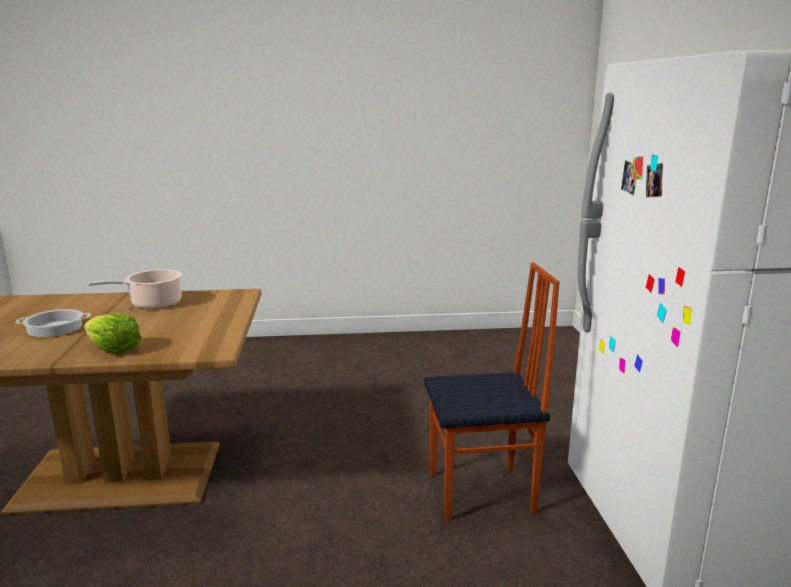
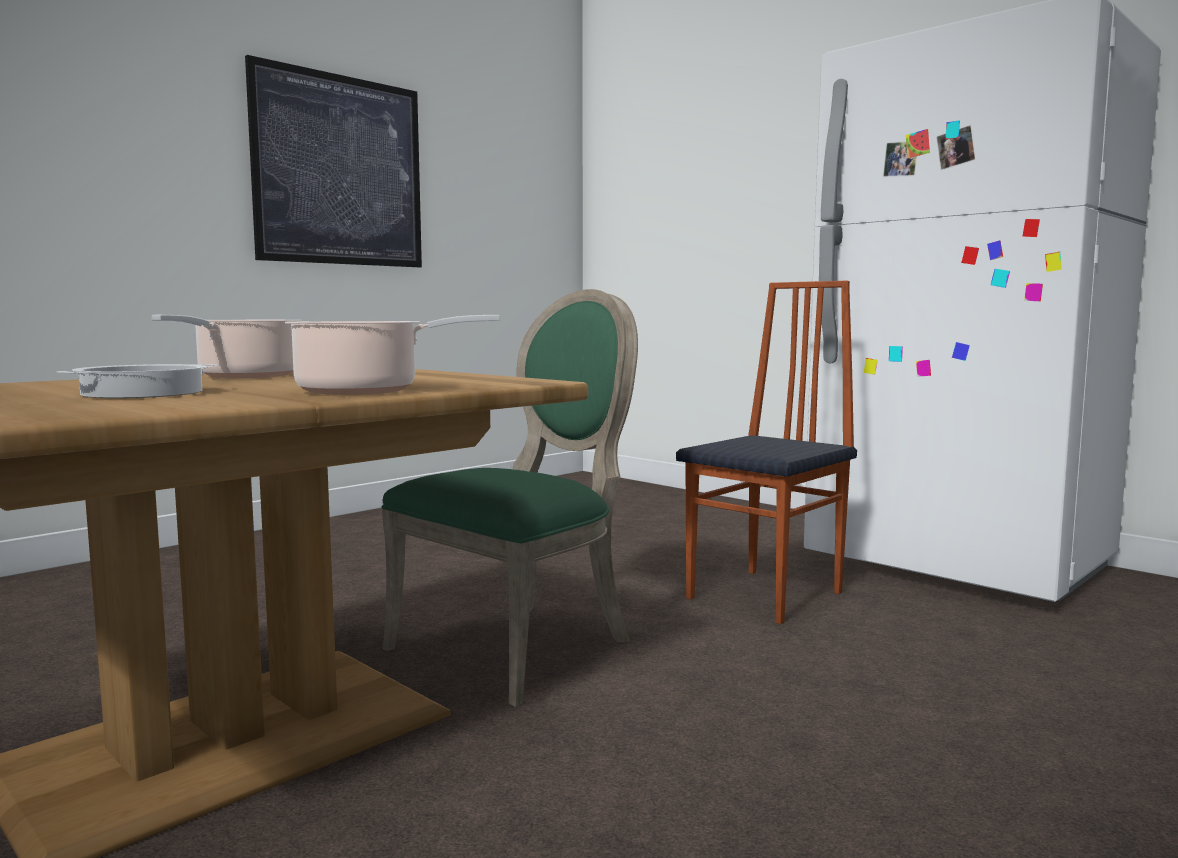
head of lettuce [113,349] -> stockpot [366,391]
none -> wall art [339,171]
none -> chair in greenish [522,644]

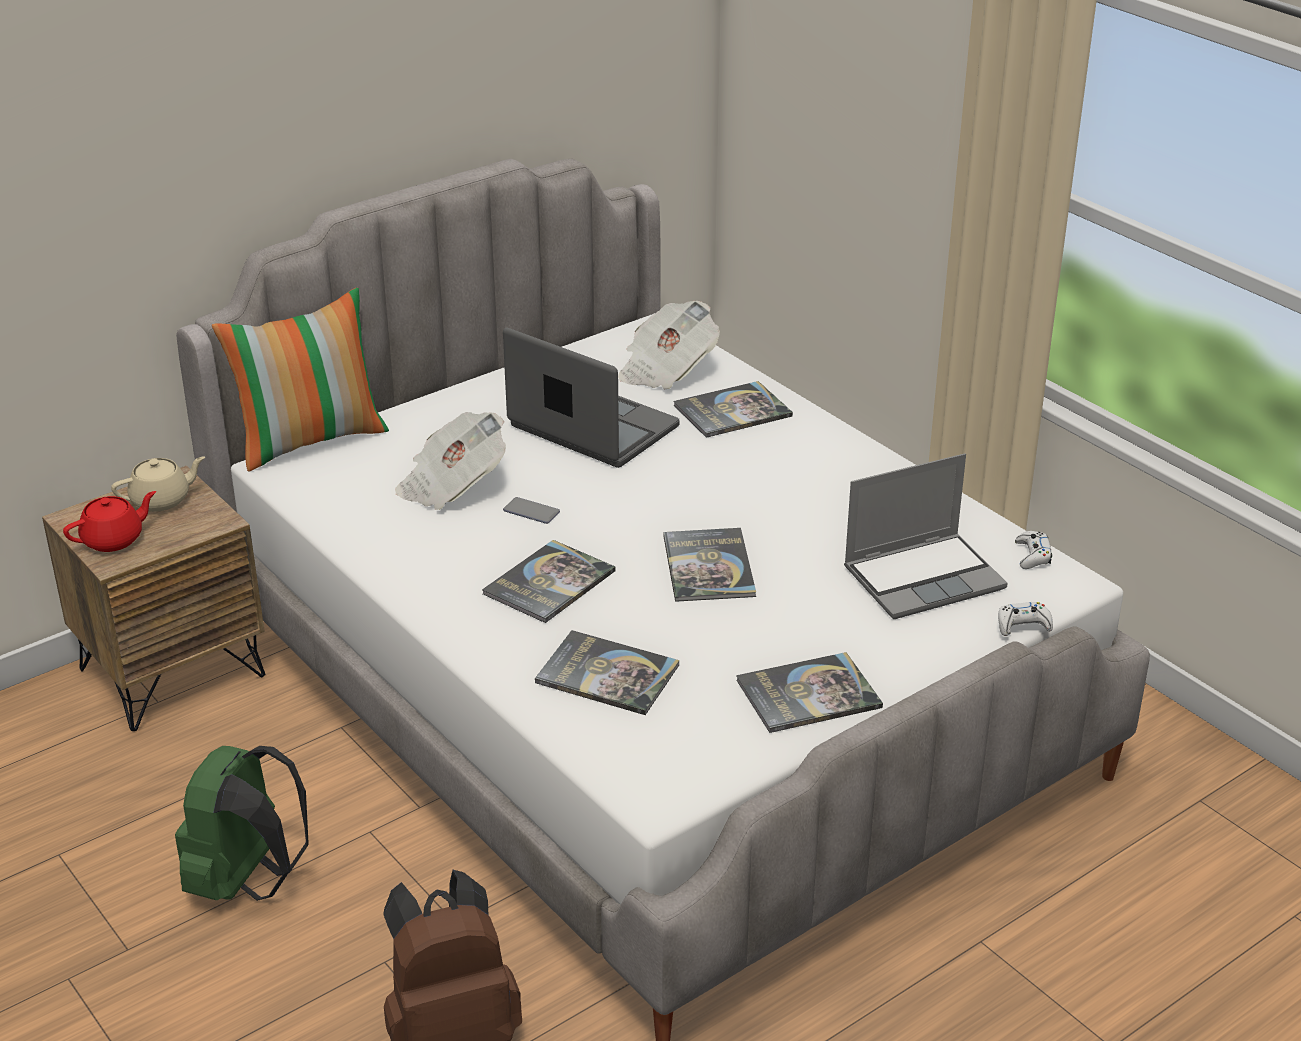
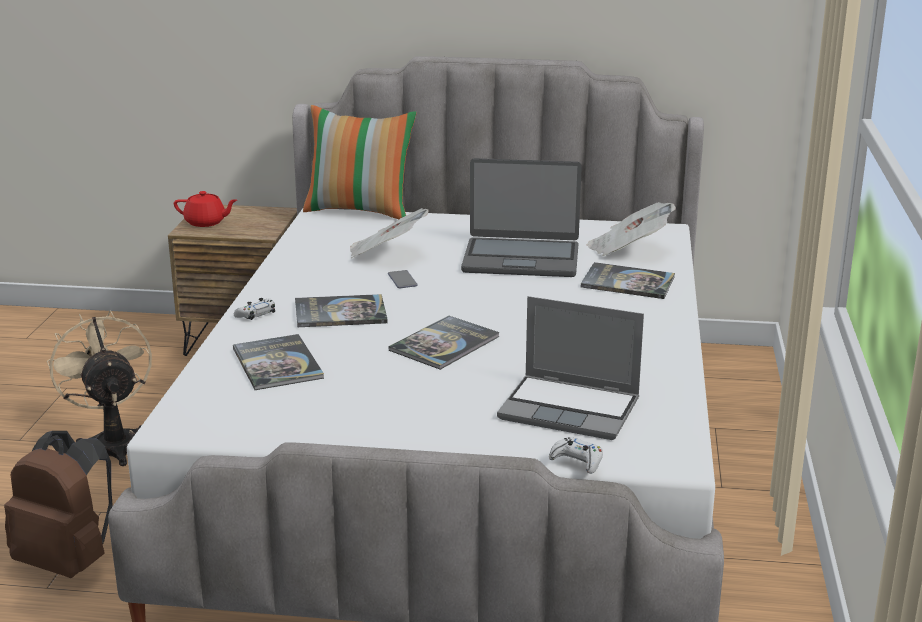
notebook computer [592,428] -> notebook computer [521,259], 105 degrees clockwise
tea pot in beige [162,500] -> none
game controller in white-coloured [1032,555] -> game controller in white-coloured [256,314], moved
volume [808,694] -> none
knapsack in greenish [247,881] -> cooling fan in beige [112,441]

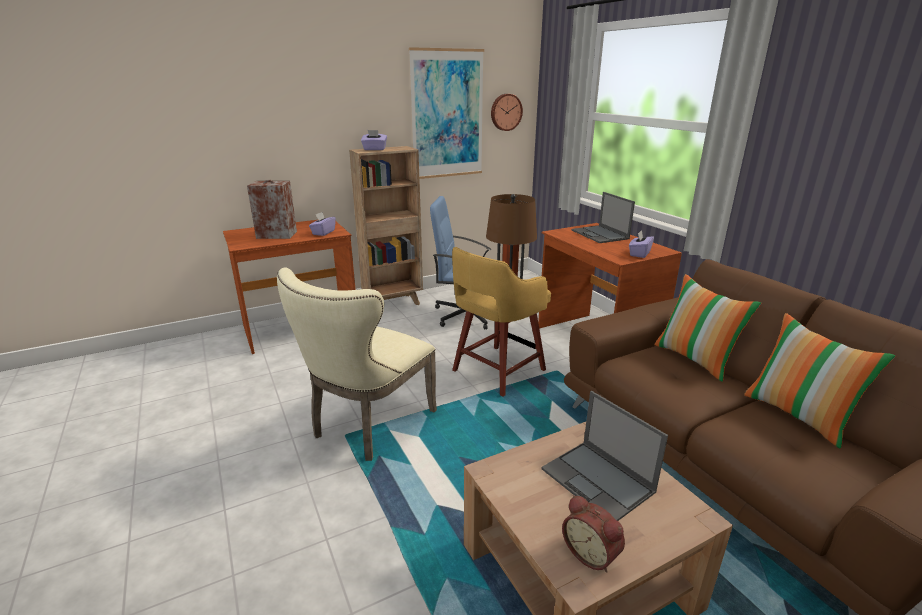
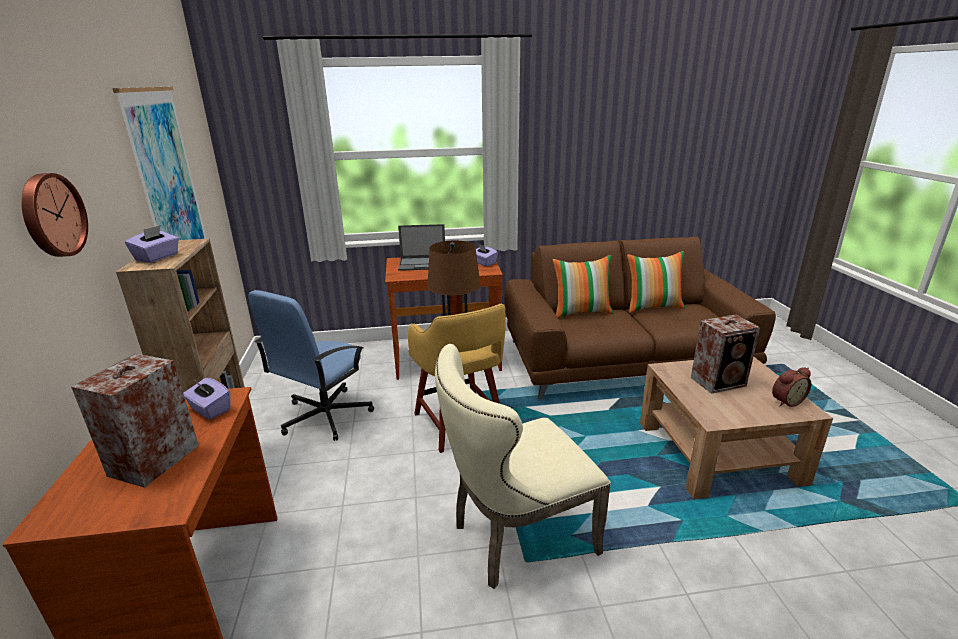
hanging clock [505,112] -> hanging clock [51,215], moved
chair in beige [368,426] -> chair in beige [515,538], 105 degrees clockwise
notebook computer [598,481] -> speaker [720,382]

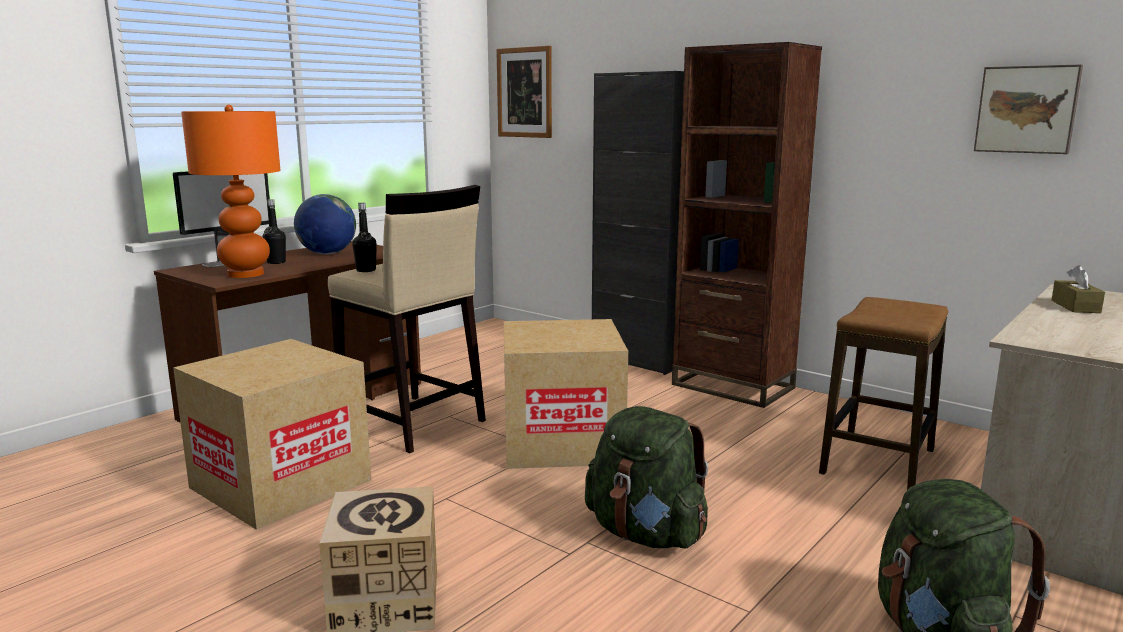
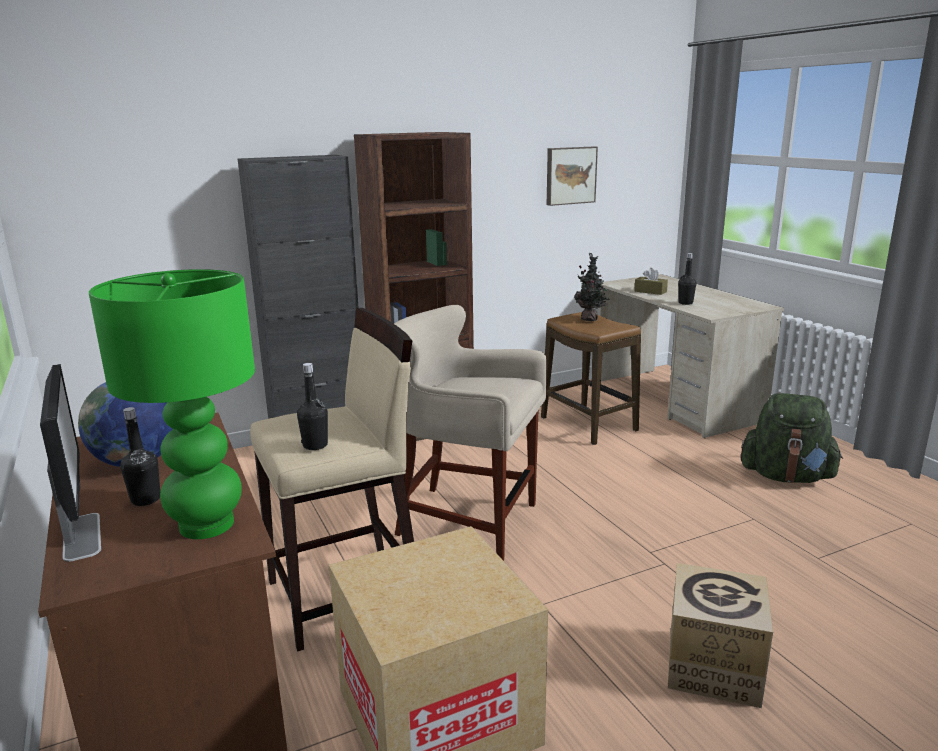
wall art [524,92] -> none
table lamp in orange-coloured [246,274] -> table lamp in greenish [208,525]
carton [561,442] -> stool in beige [468,522]
knapsack in greenish [646,534] -> none
none -> potted plant [591,320]
none -> bottle in black [685,303]

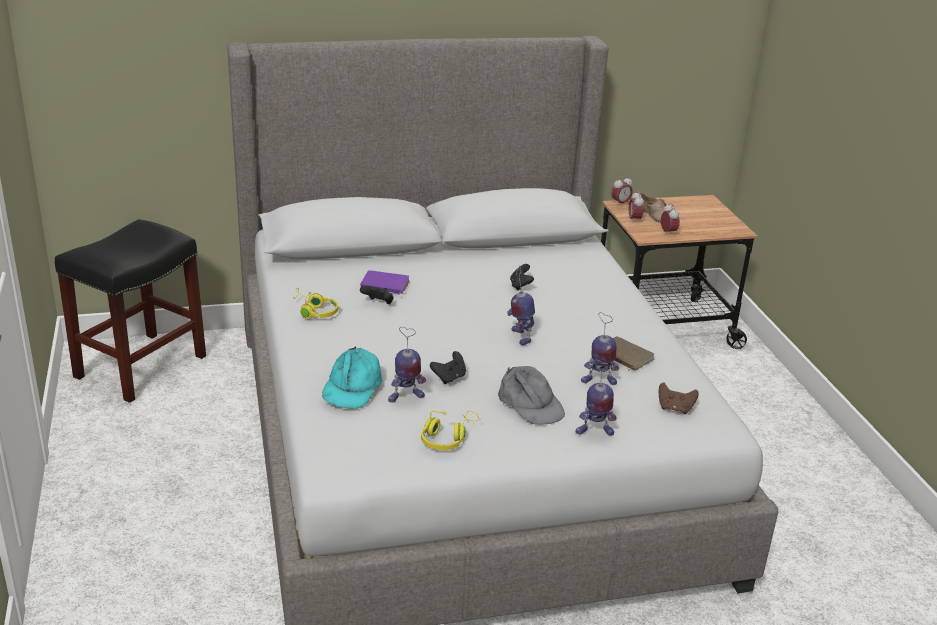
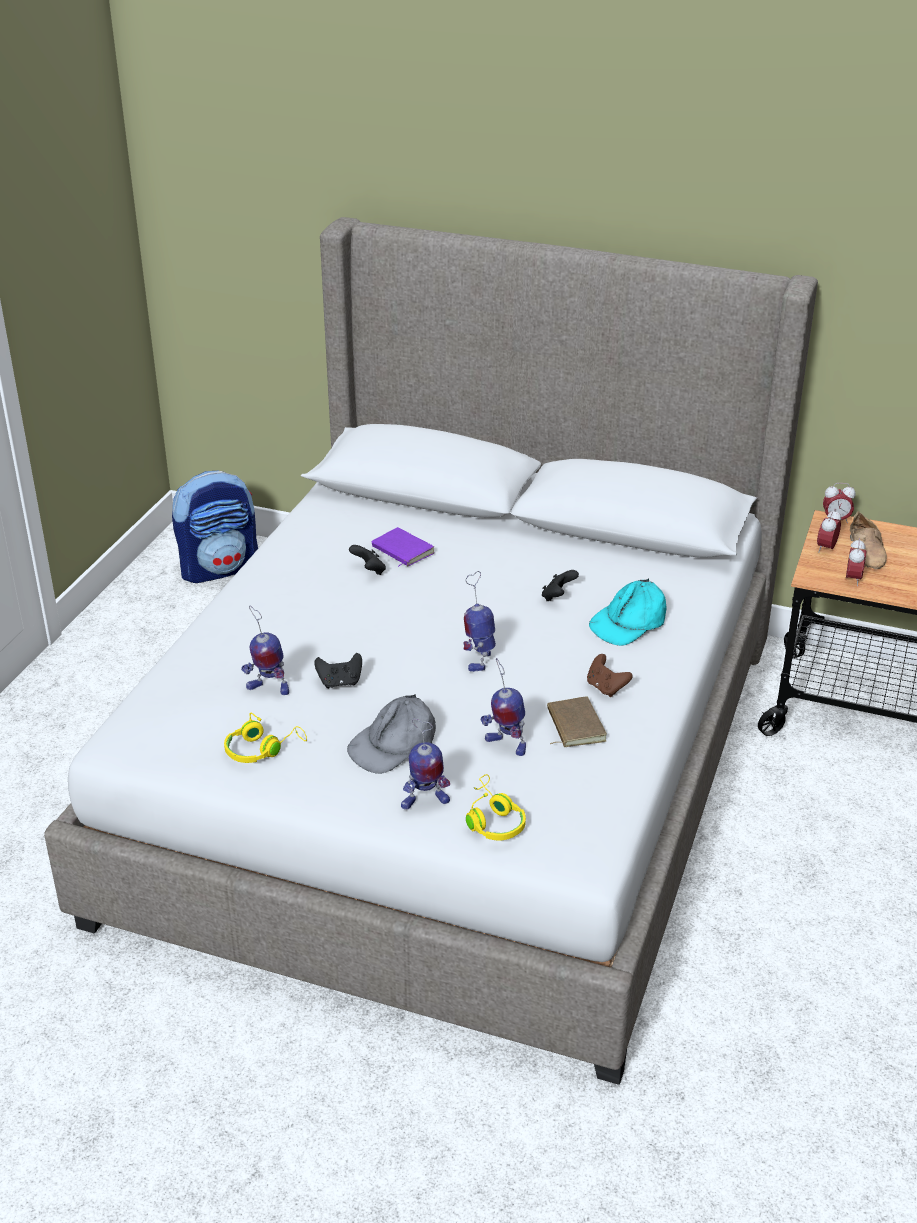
stool in black [141,366] -> knapsack [220,568]
pair of headphones in yellow [314,311] -> pair of headphones in yellow [492,820], moved
peaked cap in turquoise-coloured [353,387] -> peaked cap in turquoise-coloured [629,622], moved
toy robot [594,432] -> toy robot [424,802], 45 degrees counterclockwise
peaked cap in greyish [530,404] -> peaked cap in greyish [394,744], 45 degrees clockwise
game controller in brownish [675,408] -> game controller in brownish [606,688], moved

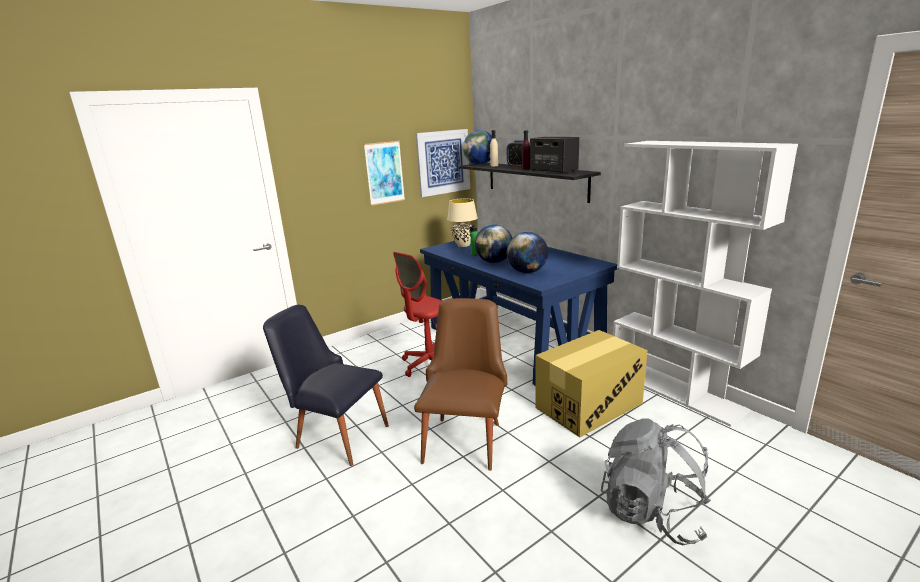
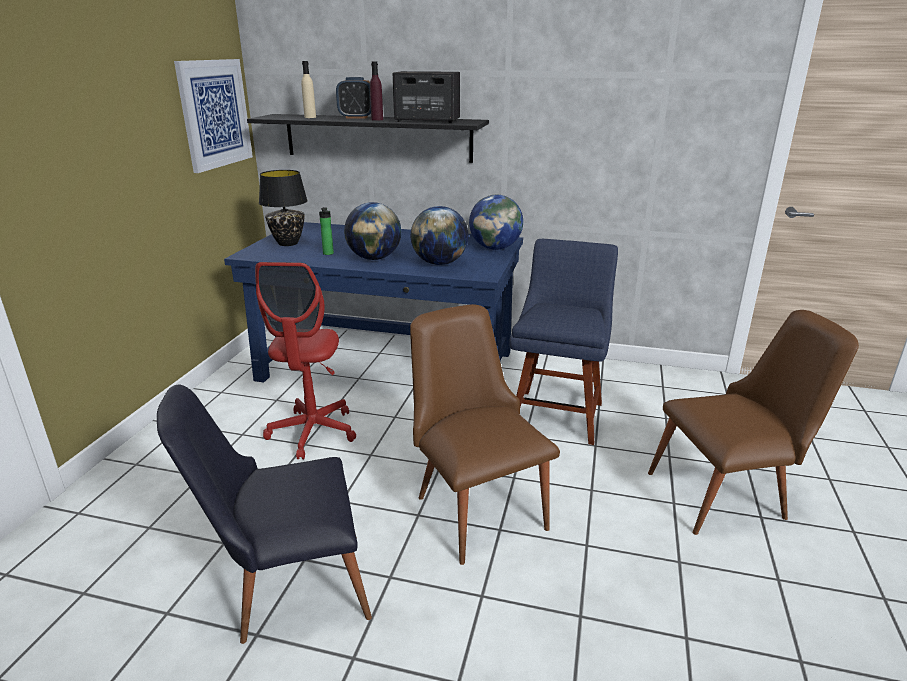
globe [480,164] -> globe [495,248], moved
wall art [384,173] -> none
bookshelf in white-coloured [675,390] -> none
table lamp in beige [464,245] -> table lamp in black [288,243]
carton [589,405] -> chair in blue-coloured [557,413]
knapsack in greyish [652,513] -> chair in brownish [728,495]

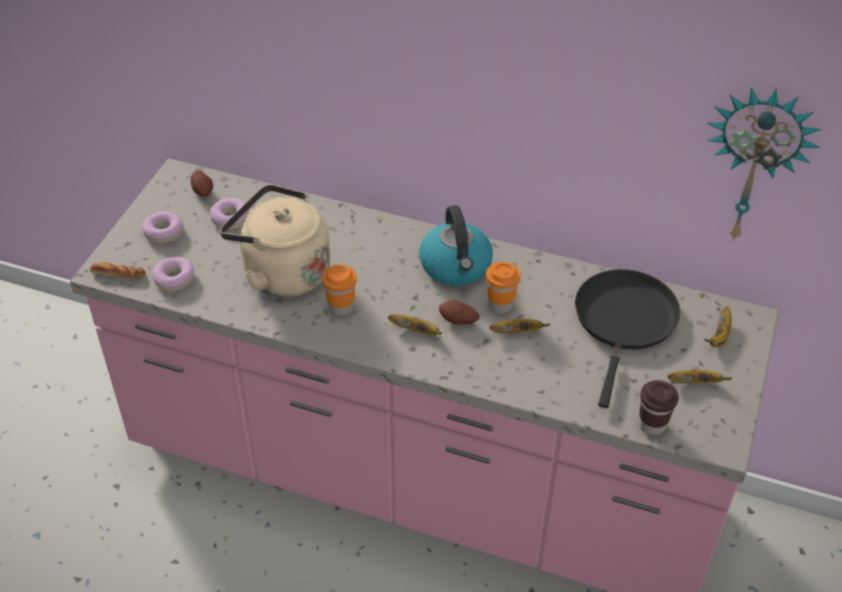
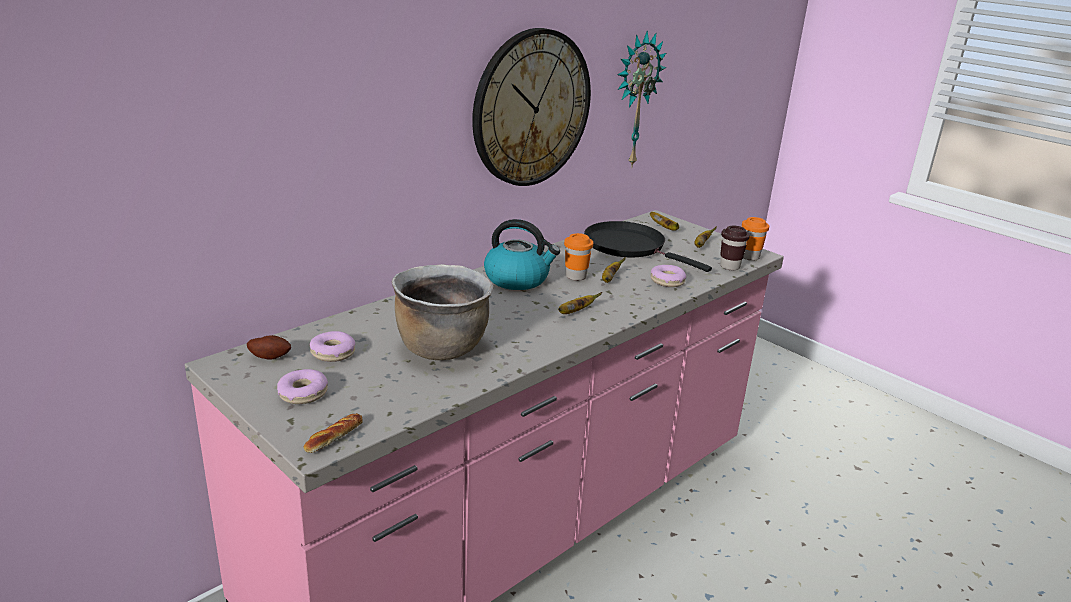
water kettle in beige [281,272] -> stockpot in brownish [441,347]
doughnut [174,279] -> doughnut [667,281], moved
small cup in orange-coloured [341,307] -> small cup in orange-coloured [749,257], moved
potato [458,321] -> none
none -> hanging clock [531,108]

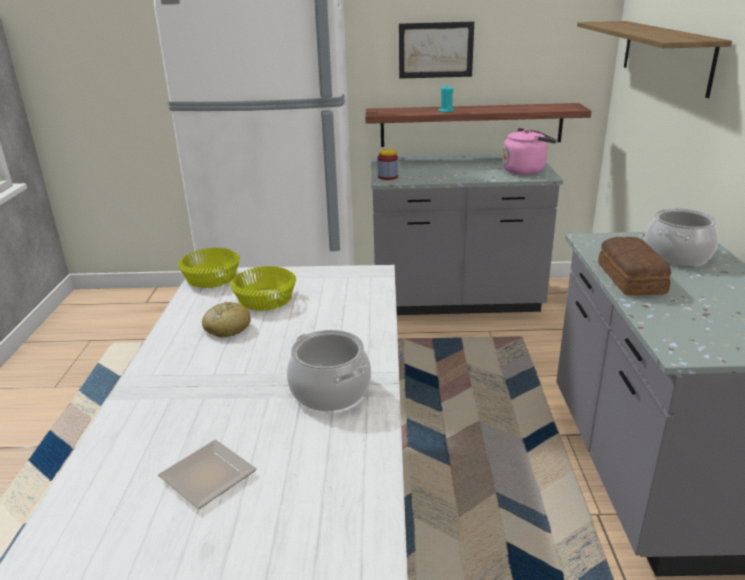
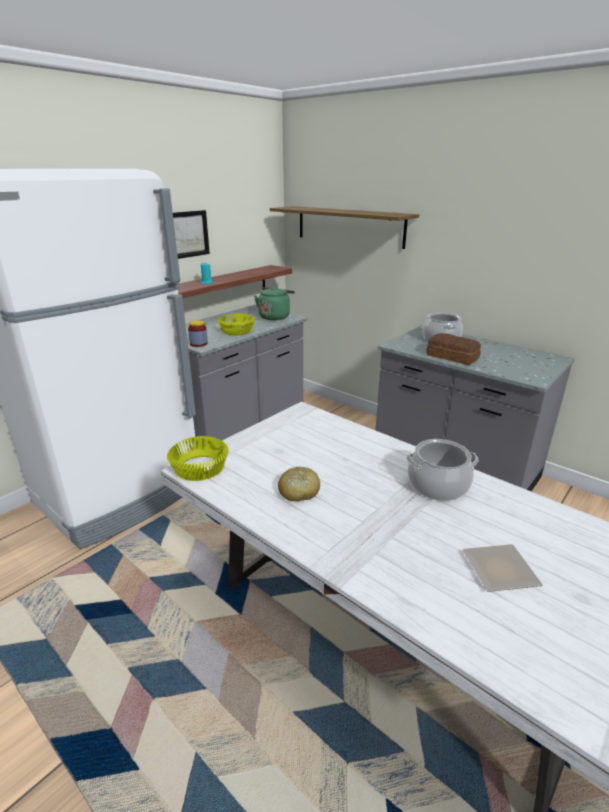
water kettle in pinkish [526,170] -> water kettle in greenish [275,316]
serving bowl in yellow [265,299] -> serving bowl in yellow [236,331], moved

